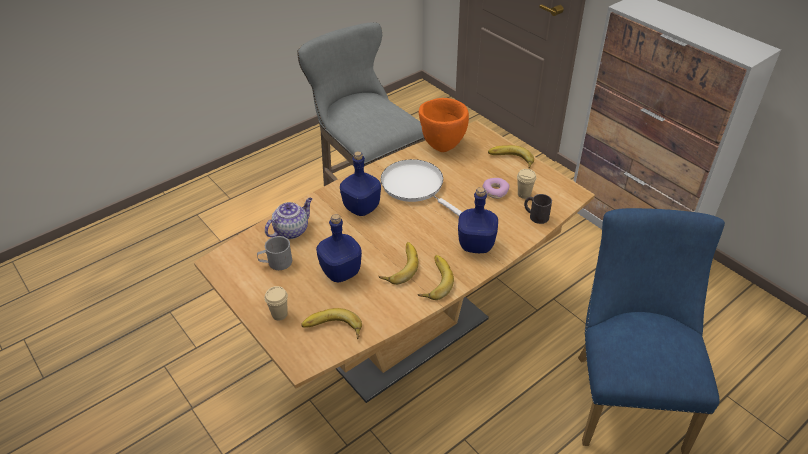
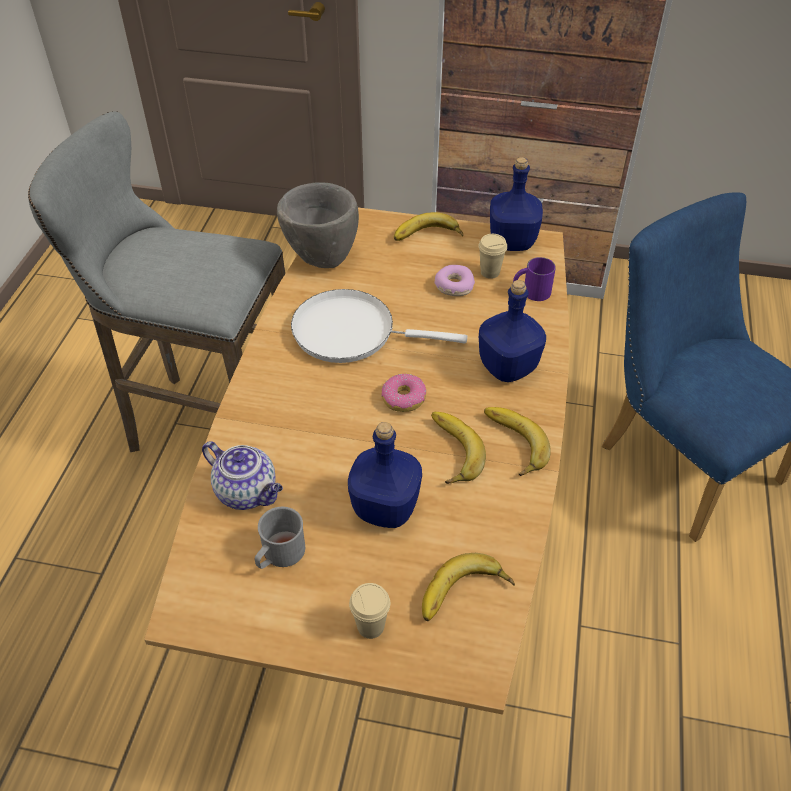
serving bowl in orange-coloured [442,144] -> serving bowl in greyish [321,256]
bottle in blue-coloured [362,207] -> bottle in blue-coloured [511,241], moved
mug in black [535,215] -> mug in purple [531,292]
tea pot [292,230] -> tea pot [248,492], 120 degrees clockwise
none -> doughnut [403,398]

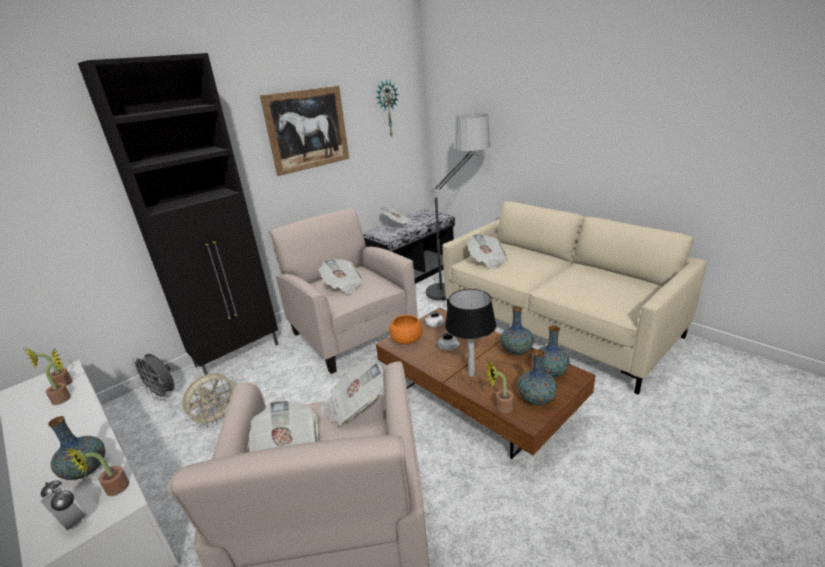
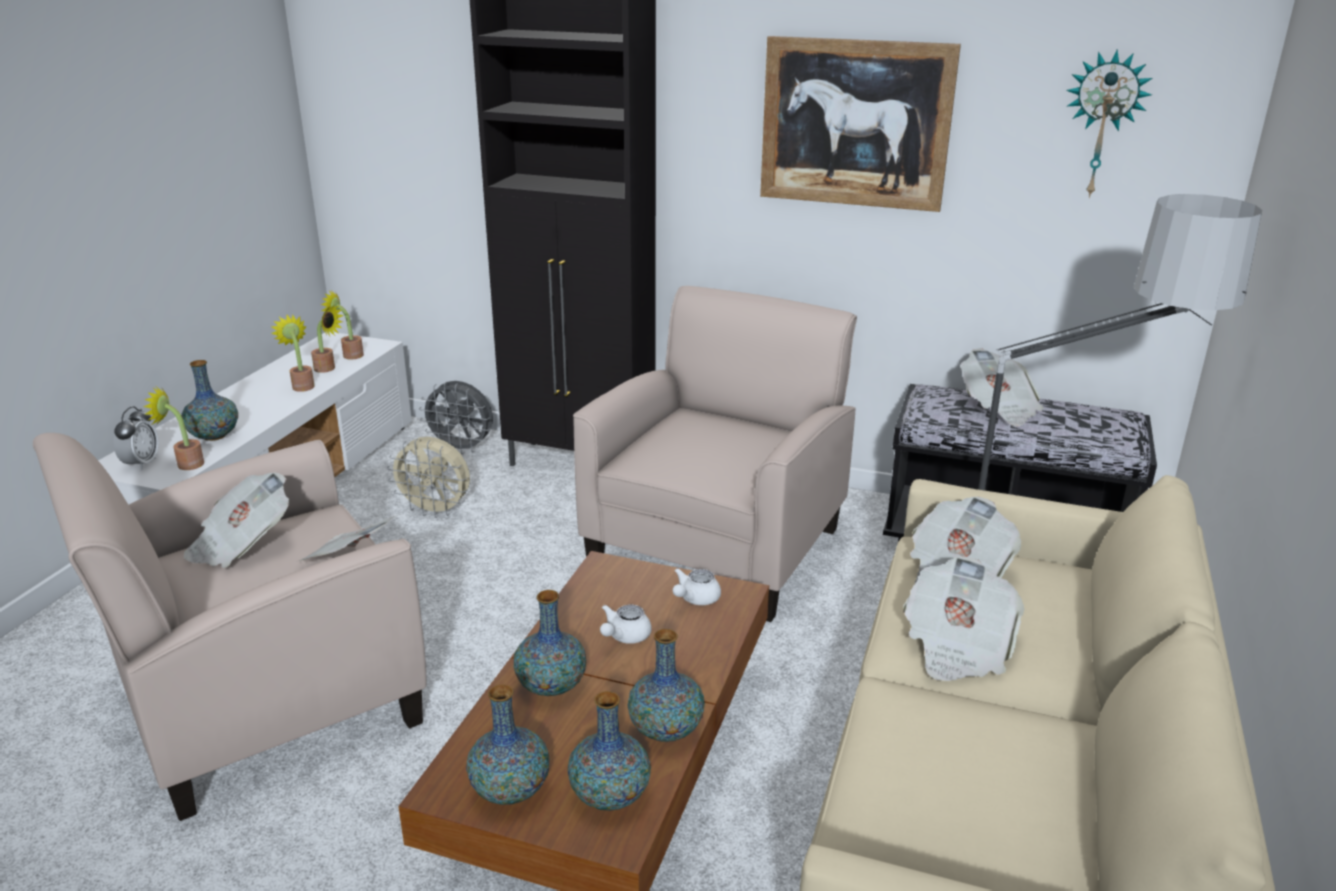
newspaper [343,286] -> newspaper [957,647], moved
table lamp in black [471,374] -> vase [551,686]
serving bowl in orange-coloured [407,340] -> none
cooling fan in greyish [163,394] -> cooling fan in greyish [462,449], 75 degrees counterclockwise
potted plant [500,407] -> potted plant [302,385], moved

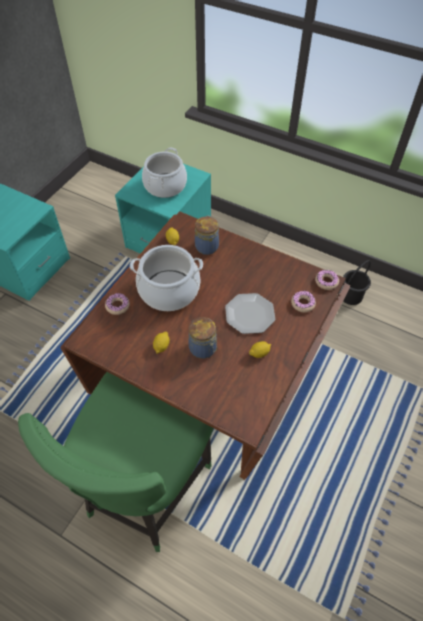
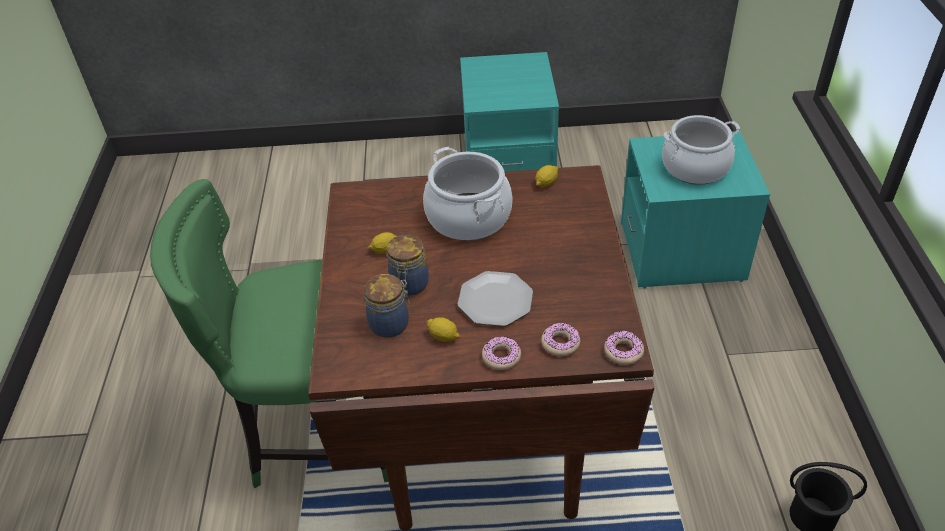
jar [207,246] -> jar [391,324], moved
doughnut [117,306] -> doughnut [501,357], moved

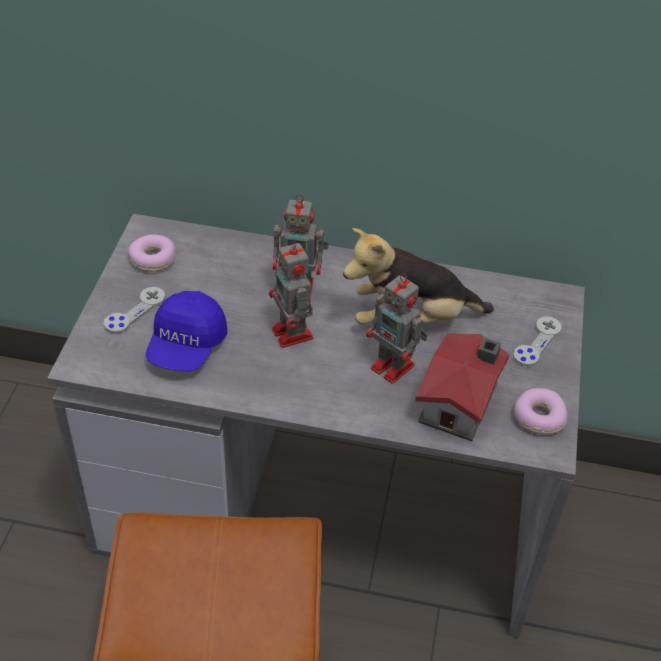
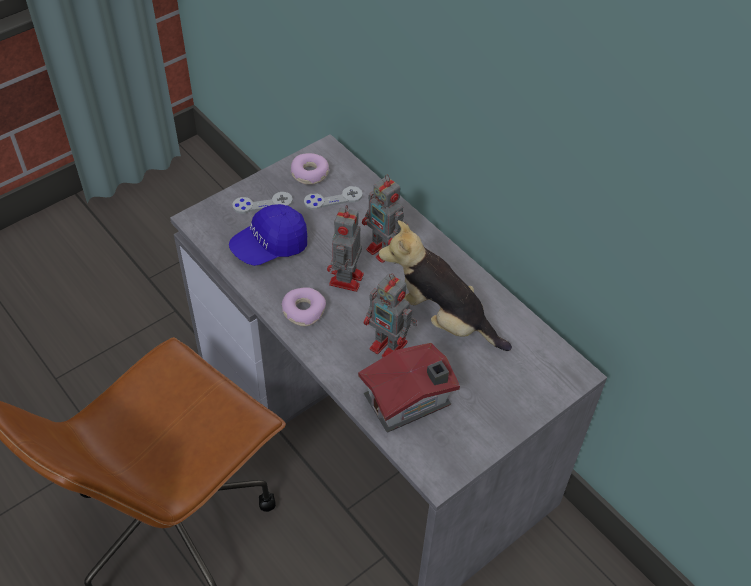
toy robot [394,367] -> toy robot [390,346], 45 degrees counterclockwise
game controller in greyish [537,342] -> game controller in greyish [333,199], moved
doughnut [538,417] -> doughnut [303,311], moved

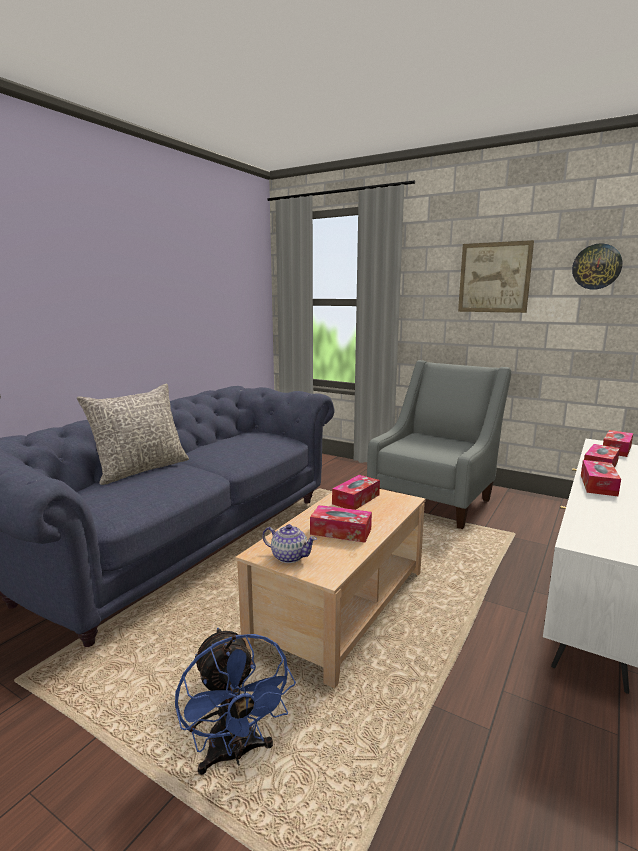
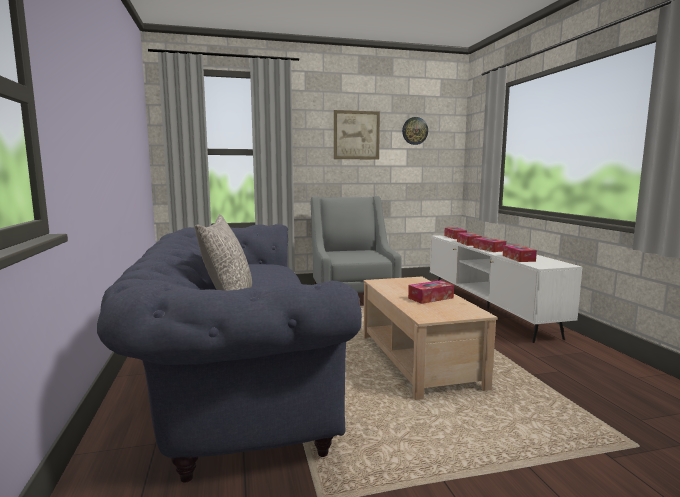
tissue box [356,499] -> tissue box [518,258], moved
tea pot [289,556] -> none
cooling fan in blue-coloured [235,754] -> none

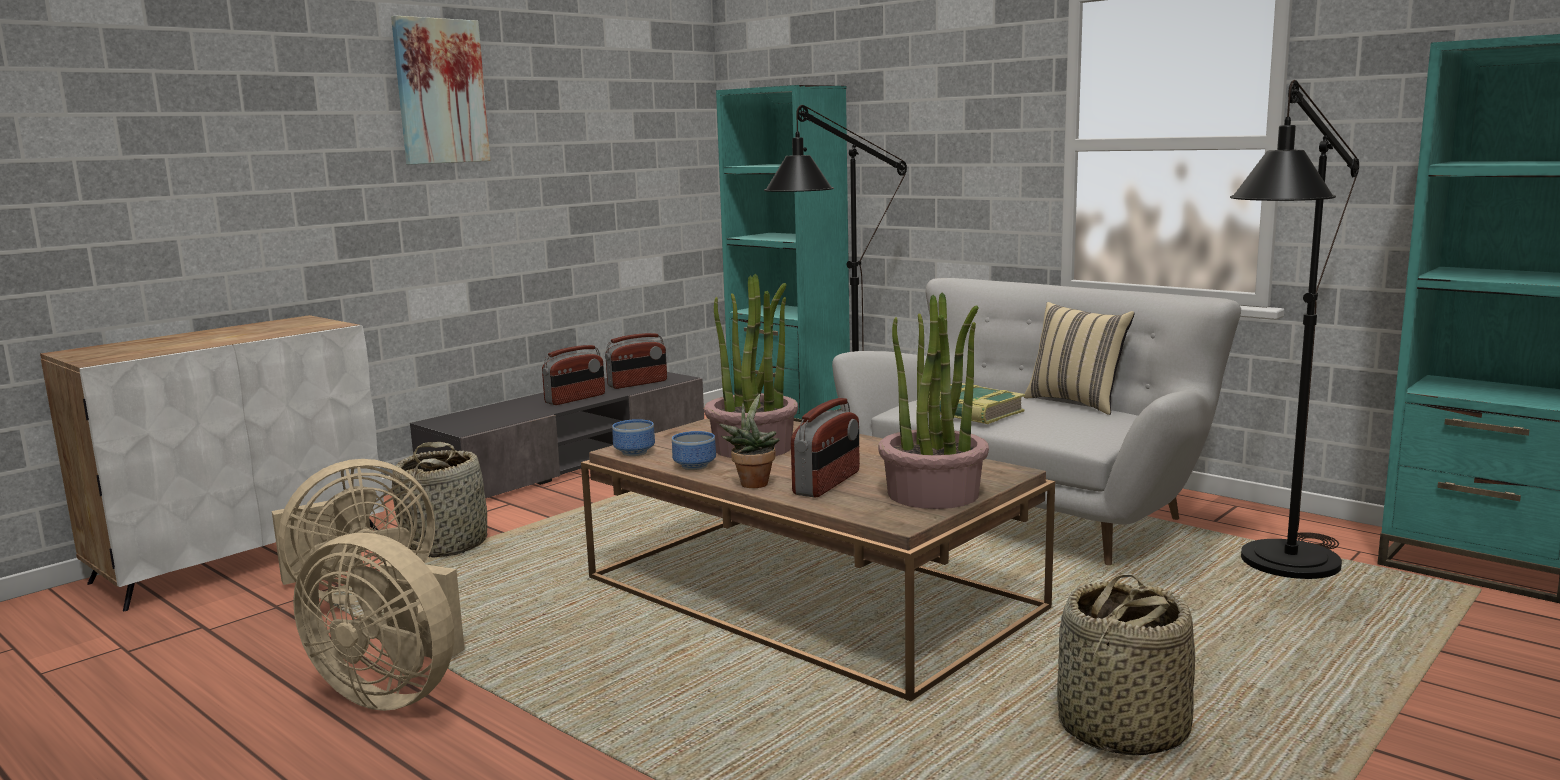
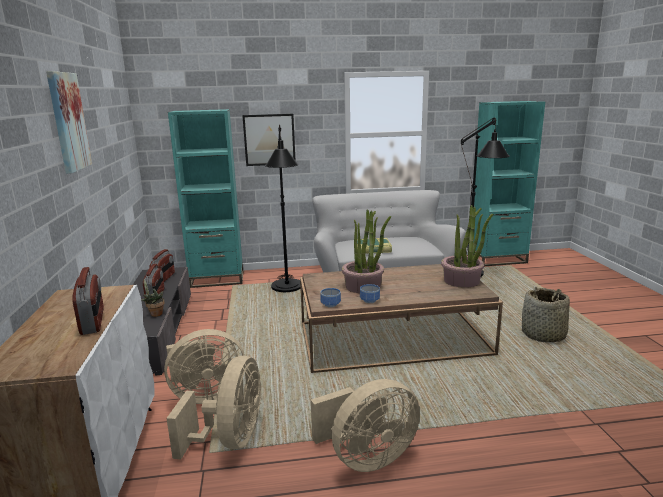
pillow in beige [1076,402] -> none
potted plant [752,483] -> potted plant [155,314], moved
radio receiver [827,483] -> radio receiver [93,321], moved
household basket [446,544] -> cooling fan in beige [205,395]
none -> wall art [269,139]

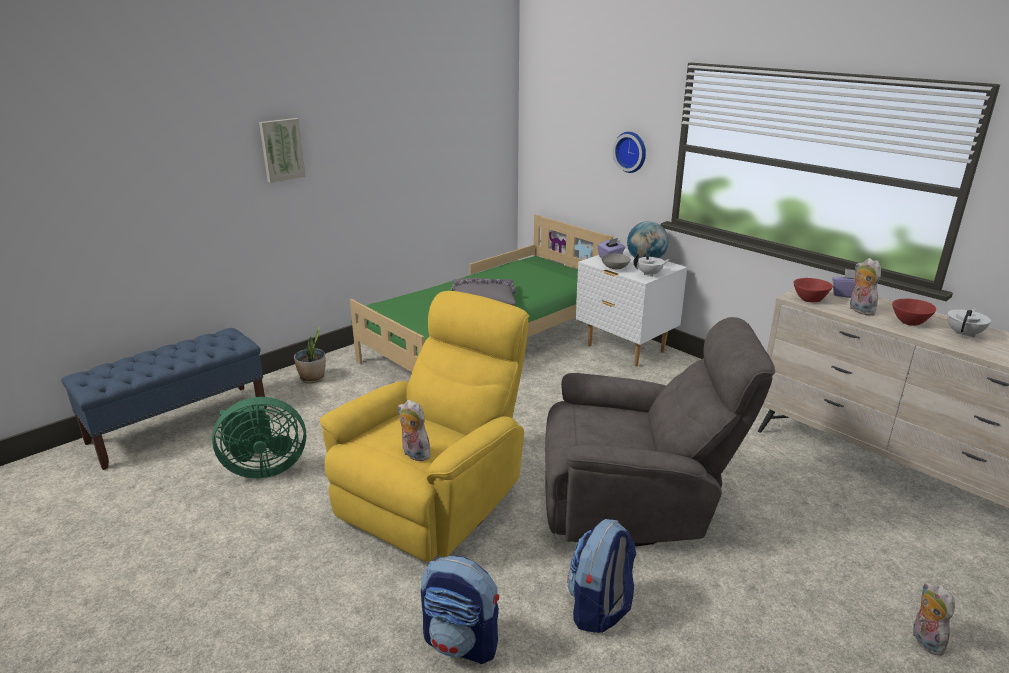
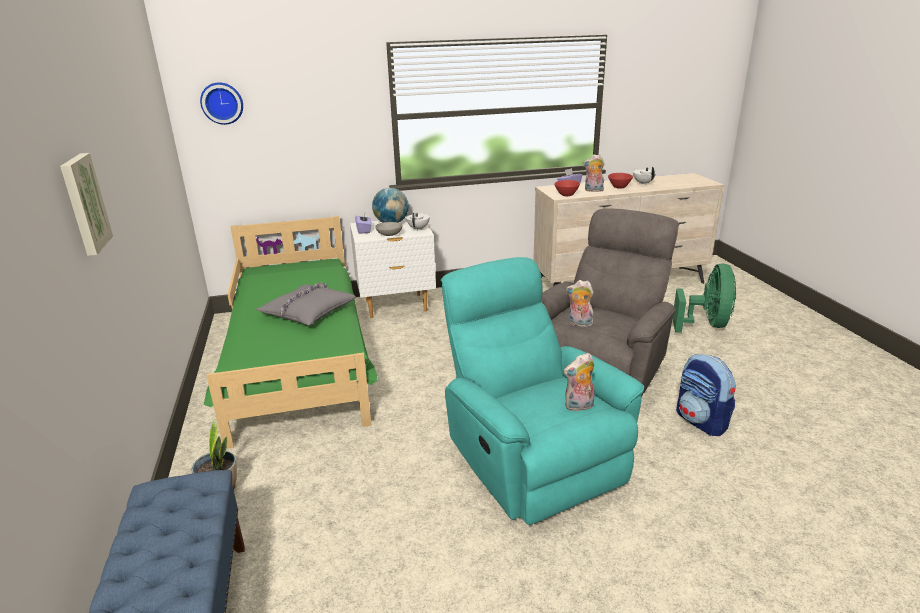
hanging clock [631,151] -> hanging clock [222,103], moved
armchair in yellow [436,498] -> armchair in turquoise-coloured [530,459]
cooling fan in greenish [263,468] -> cooling fan in greenish [706,324], moved
knapsack [462,642] -> none
soft toy [924,640] -> soft toy [579,324], moved

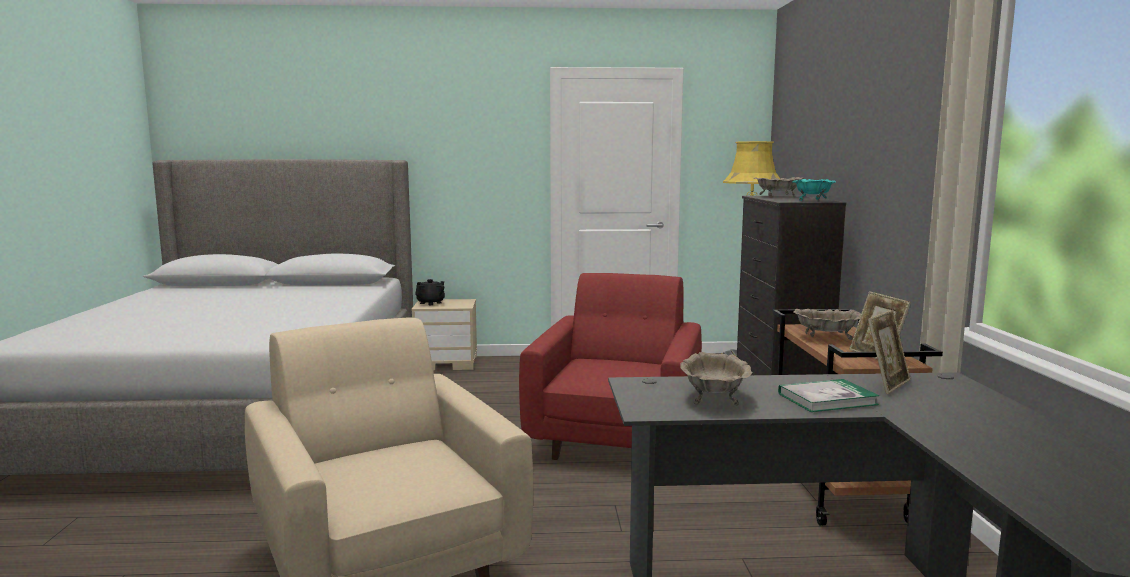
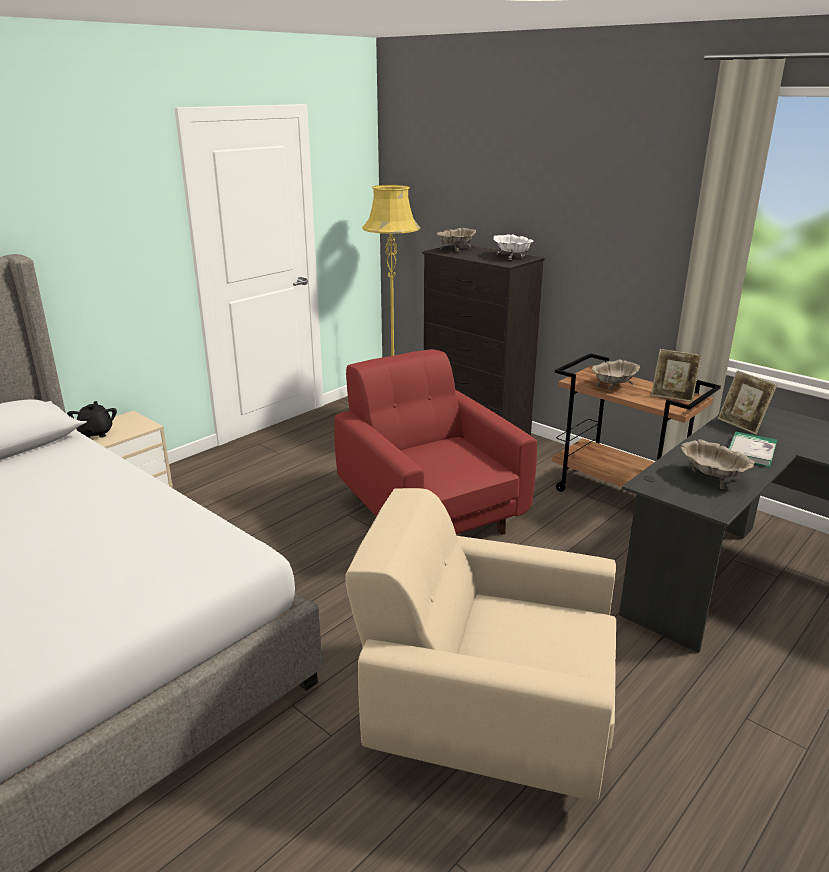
serving bowl in turquoise-coloured [813,200] -> serving bowl in white-coloured [512,256]
photo frame [887,384] -> photo frame [741,425], 150 degrees clockwise

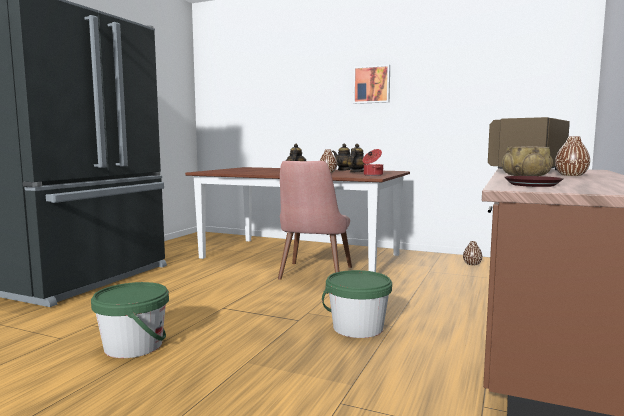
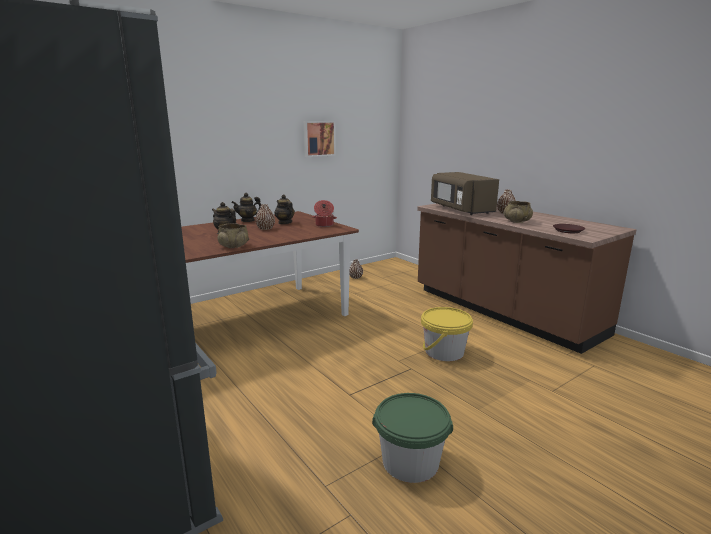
wall art [372,84] -> wall art [318,138], moved
chair in pinkish [313,275] -> none
bucket in greenish [358,328] -> bucket in yellow [444,352]
none -> serving bowl in beige [233,246]

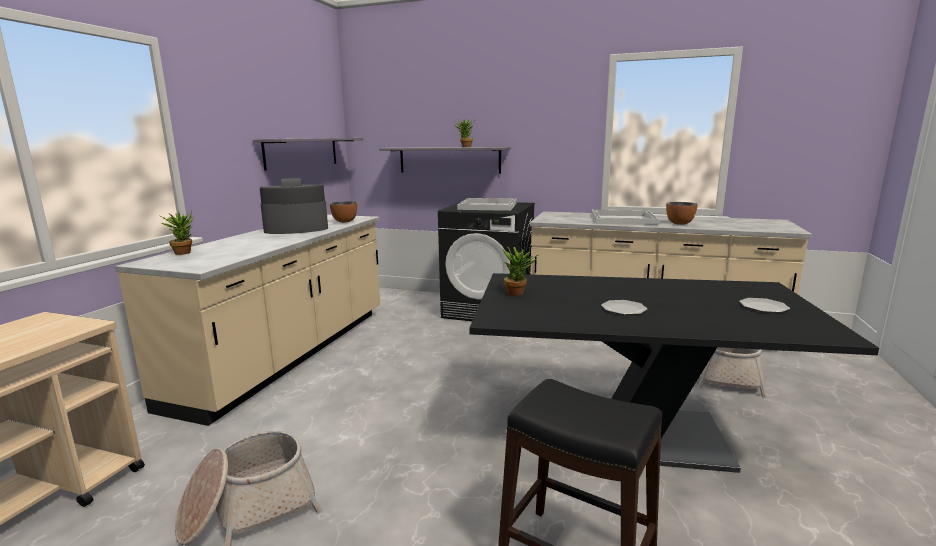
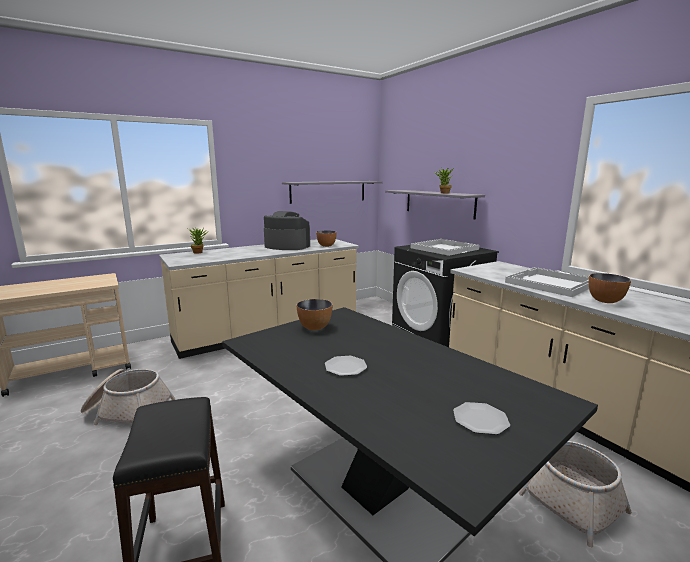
potted plant [518,293] -> serving bowl [314,327]

